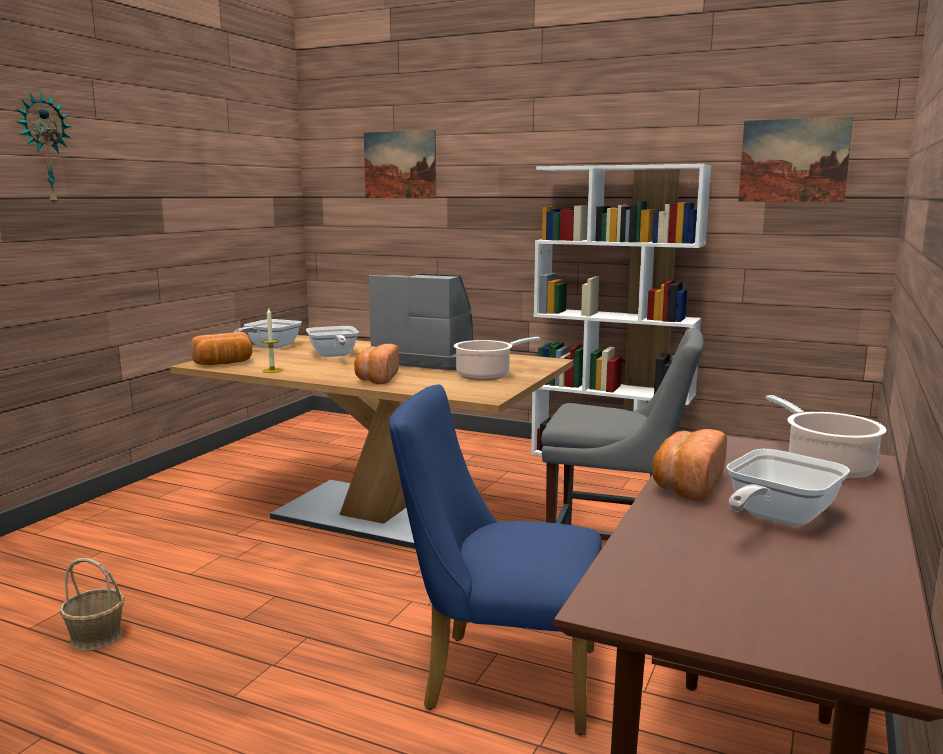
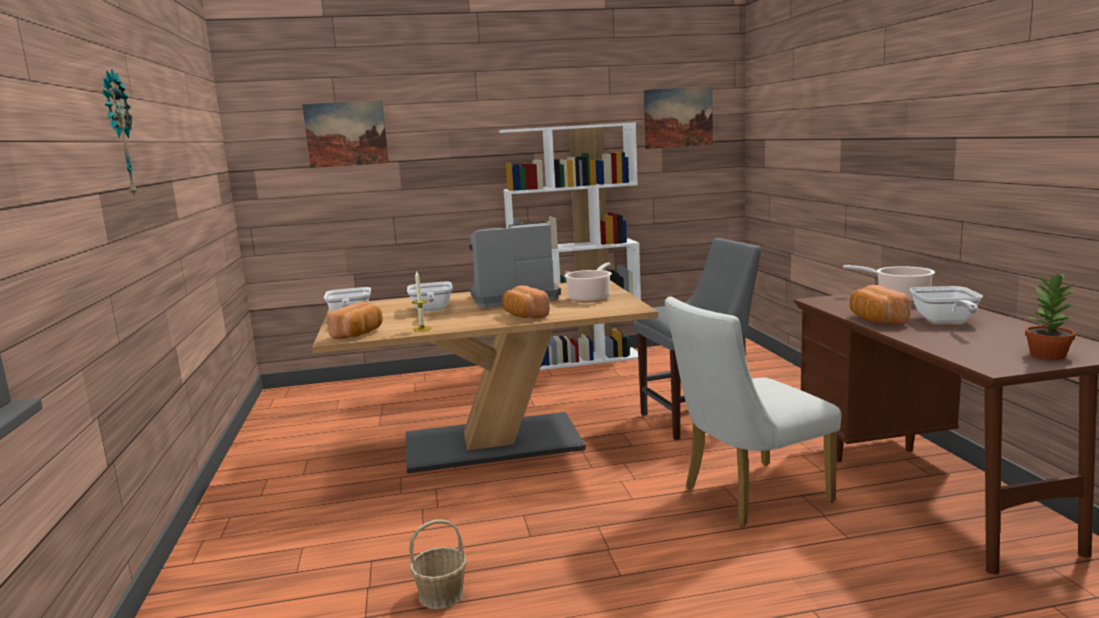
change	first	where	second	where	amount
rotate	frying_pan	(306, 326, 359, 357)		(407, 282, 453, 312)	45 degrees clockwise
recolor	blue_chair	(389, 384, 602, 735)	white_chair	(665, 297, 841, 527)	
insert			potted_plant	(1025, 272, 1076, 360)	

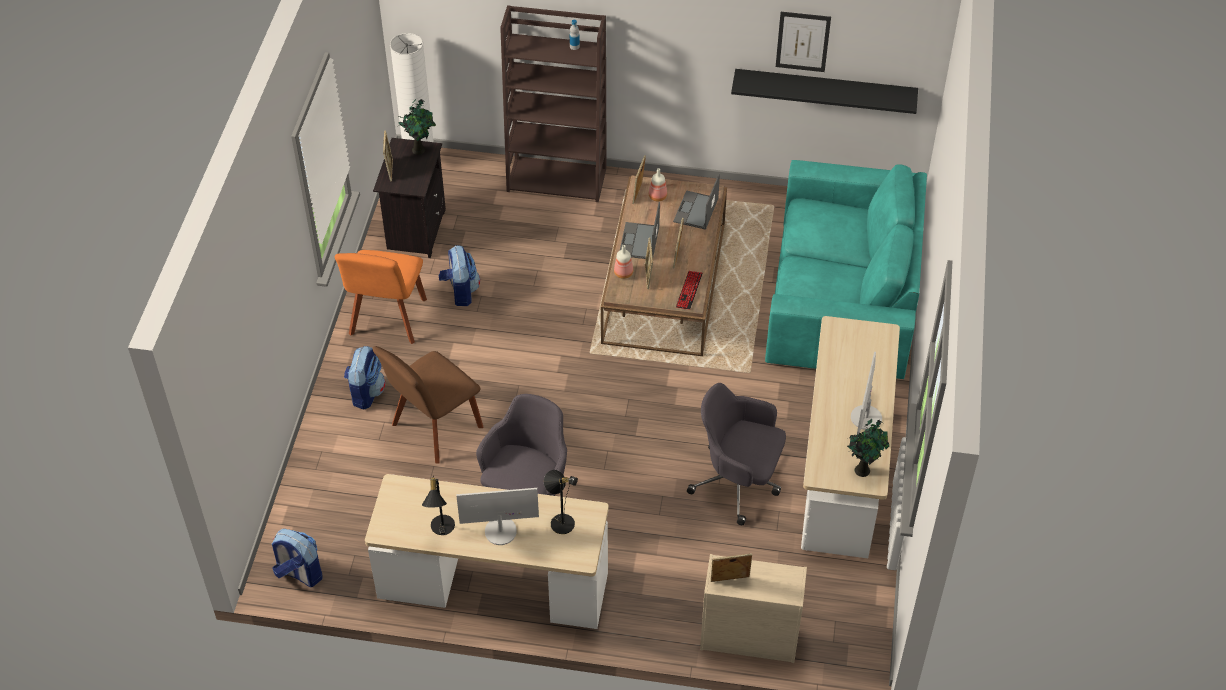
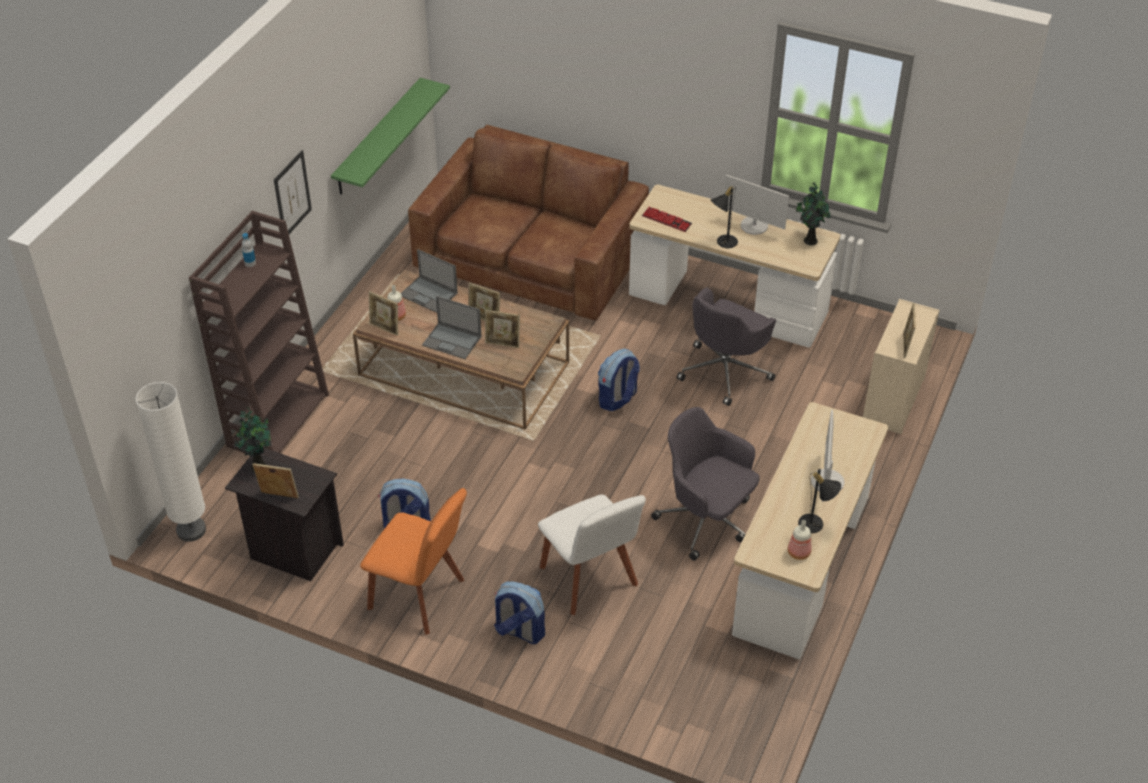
change	first	where	second	where	amount
move	picture	(776, 12, 831, 72)		(274, 150, 312, 234)	
recolor	black_shelf	(731, 69, 918, 114)	green_shelf	(331, 78, 450, 195)	
recolor	turquoise_sofa	(765, 160, 927, 379)	brown_sofa	(408, 125, 649, 320)	
move	bottle	(614, 245, 633, 279)		(788, 520, 812, 560)	
move	keyboard	(676, 271, 703, 310)		(642, 206, 692, 232)	
recolor	brown_chair	(373, 346, 483, 463)	white_chair	(538, 495, 646, 615)	
move	black_table_lamp	(544, 470, 575, 534)		(711, 185, 738, 248)	
move	backpack	(272, 529, 322, 587)		(598, 349, 640, 411)	

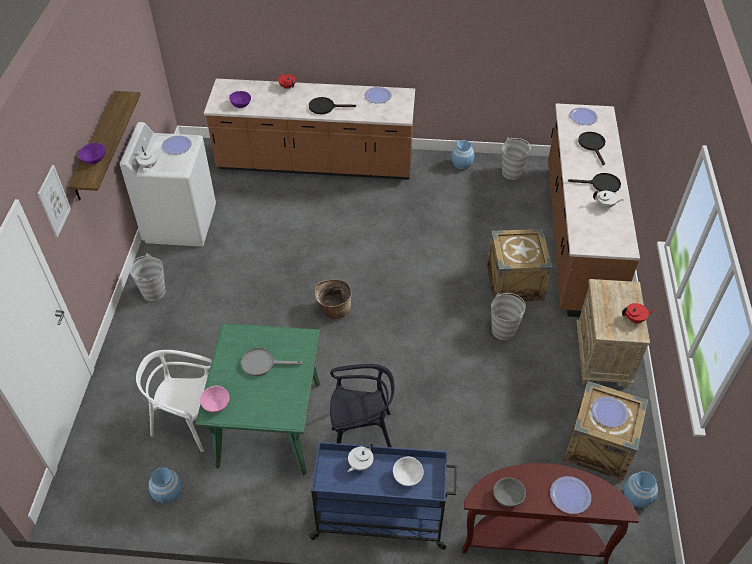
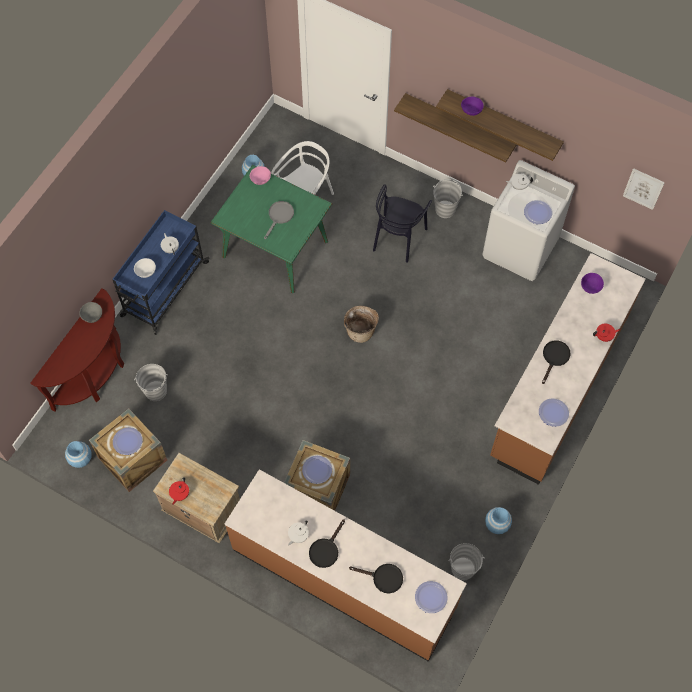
change	first	where	second	where	amount
move	picture	(38, 165, 71, 238)		(623, 168, 665, 210)	
move	grey_bucket	(491, 293, 526, 340)		(134, 364, 168, 401)	
move	black_chair	(330, 364, 395, 447)		(373, 184, 432, 263)	
move	plate	(550, 476, 591, 514)		(302, 456, 332, 484)	
insert			shelf	(394, 93, 516, 162)	

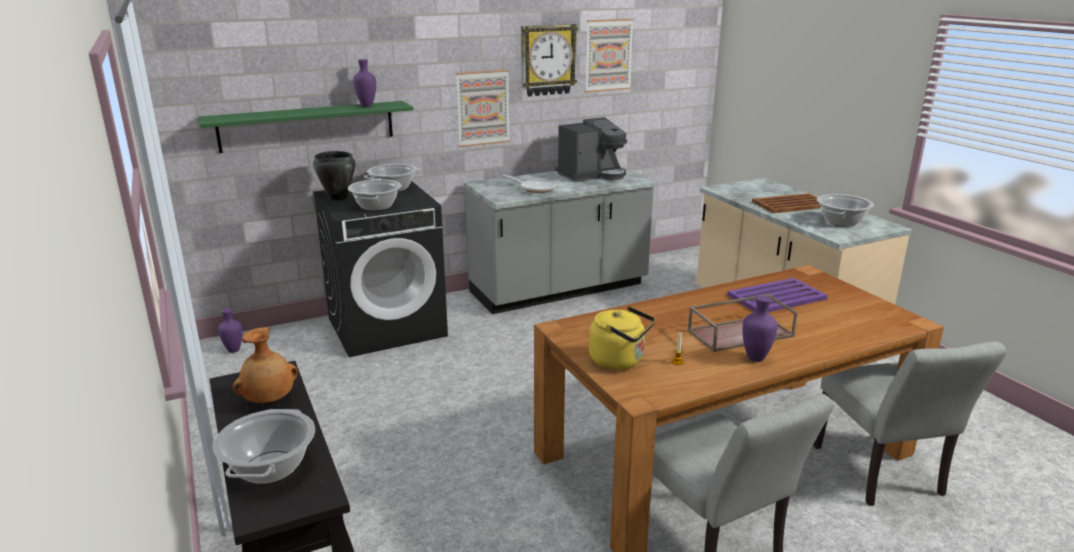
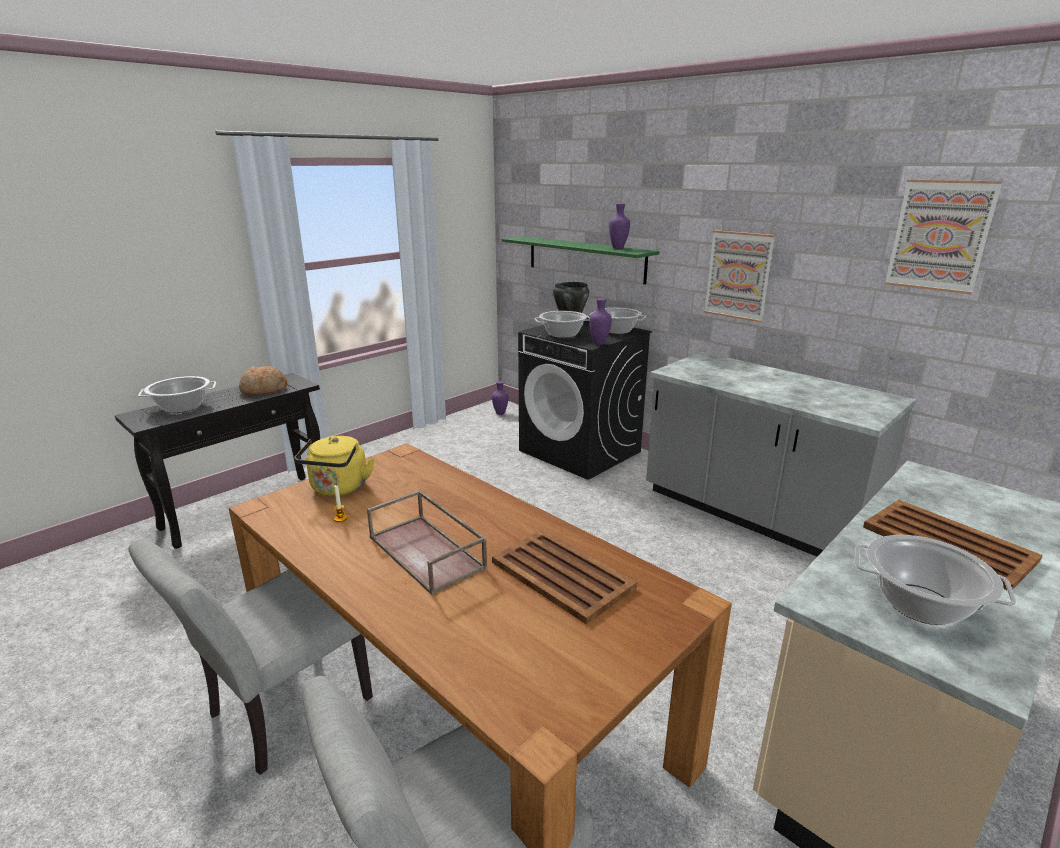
change	first	where	second	where	amount
delete	wall_clock	(521, 24, 578, 97)			
delete	coffee_machine	(555, 117, 627, 182)			
delete	frying_pan	(502, 175, 556, 193)			
recolor	purple_tray	(727, 278, 828, 312)	brown_tray	(492, 530, 637, 624)	
move	purple_vase	(743, 295, 778, 362)		(589, 298, 612, 345)	
replace	brown_vase	(233, 327, 298, 403)	bread	(239, 366, 288, 395)	

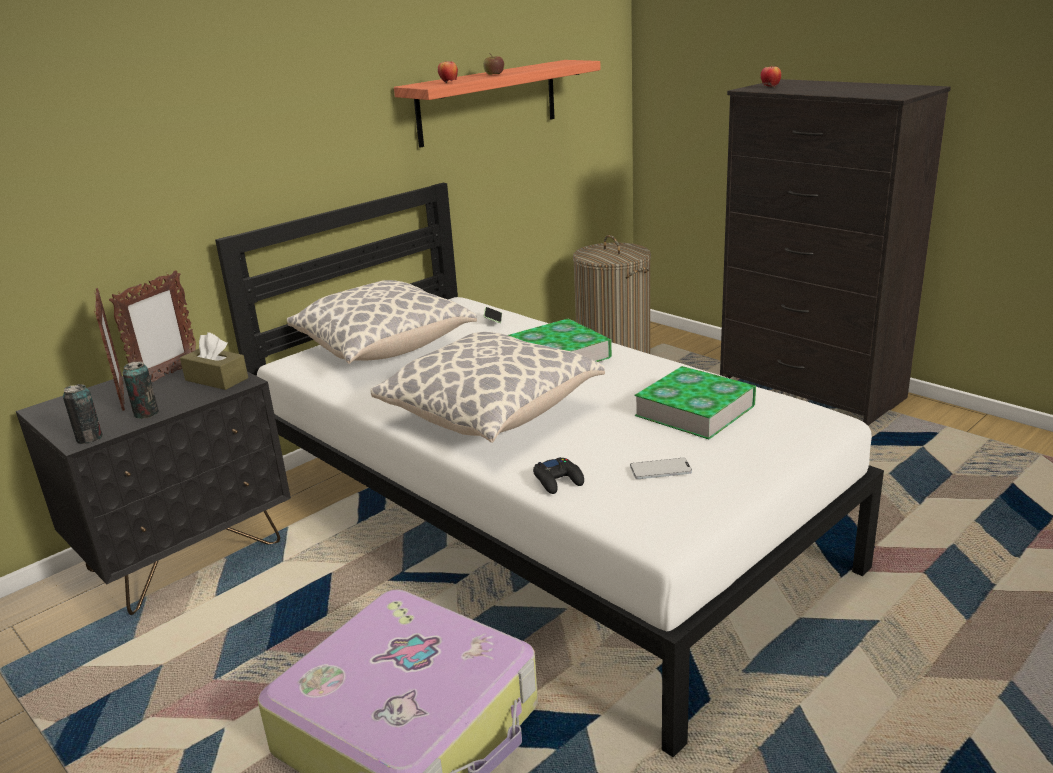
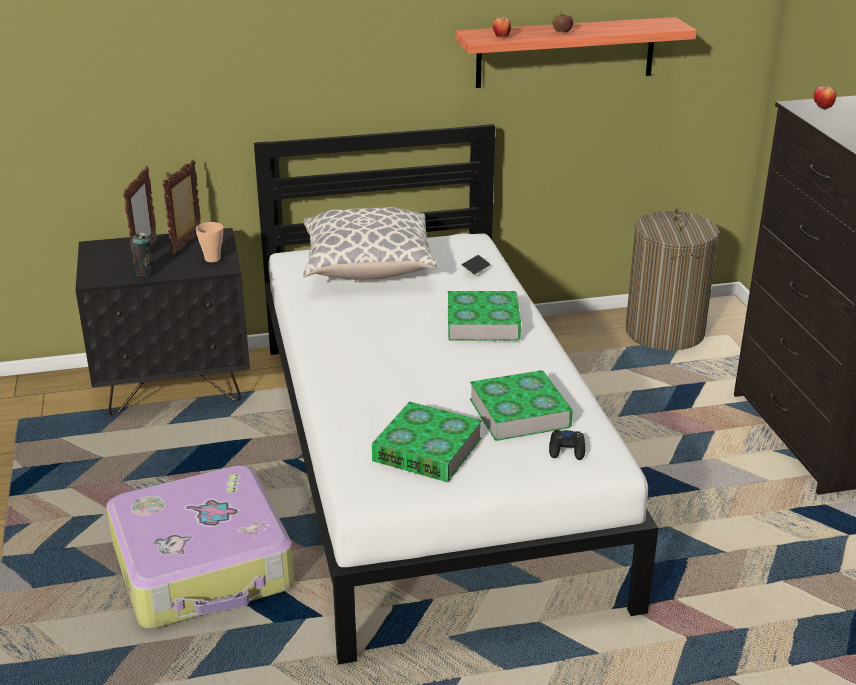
change	first	where	second	where	amount
rotate	picture_frame	(109, 270, 196, 382)		(162, 160, 201, 256)	135 degrees clockwise
replace	brown_tissue_box	(180, 332, 248, 390)	cup	(196, 222, 223, 262)	
delete	pillow	(370, 332, 605, 443)			
delete	can	(63, 384, 103, 444)			
move	black_game_controller	(533, 457, 584, 494)		(549, 429, 586, 460)	
replace	phone	(630, 458, 692, 479)	book	(372, 402, 482, 482)	

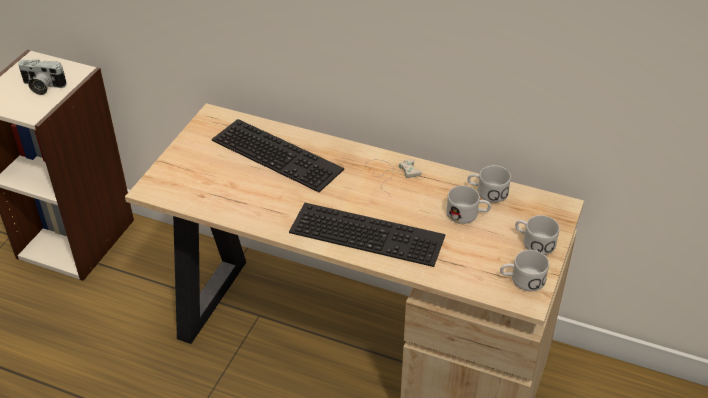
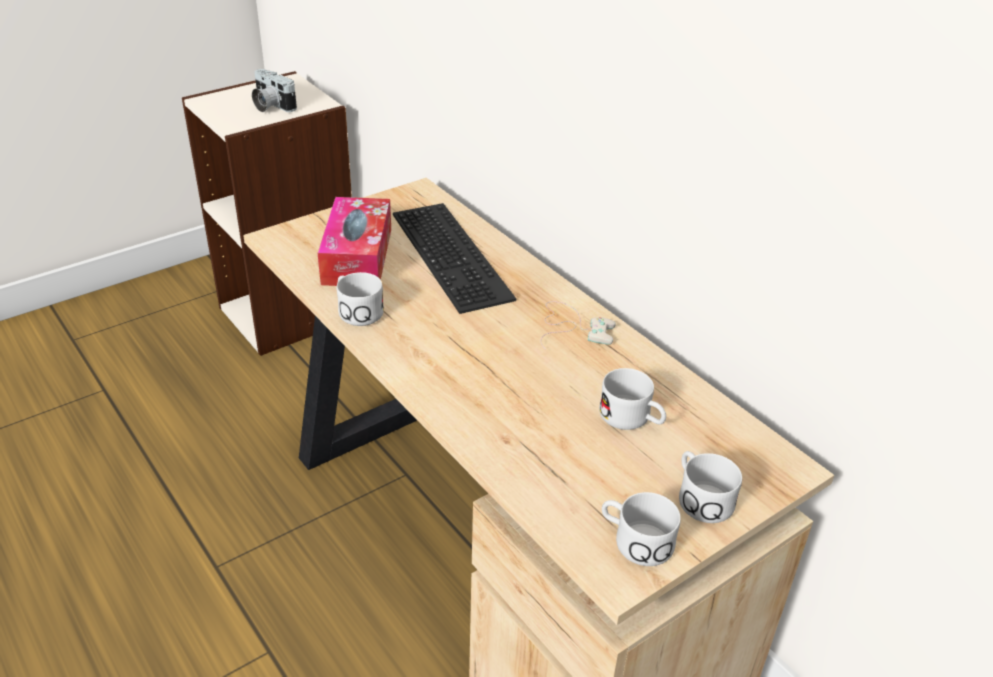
change	first	where	second	where	amount
move	white_mug	(467, 165, 511, 203)		(337, 272, 384, 326)	
delete	keyboard	(289, 203, 446, 267)			
insert			tissue_box	(318, 197, 391, 286)	

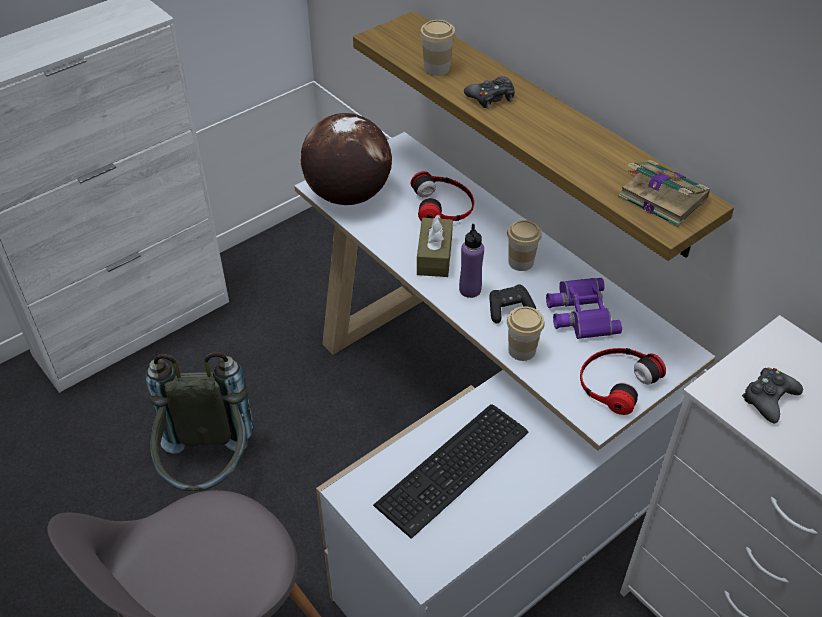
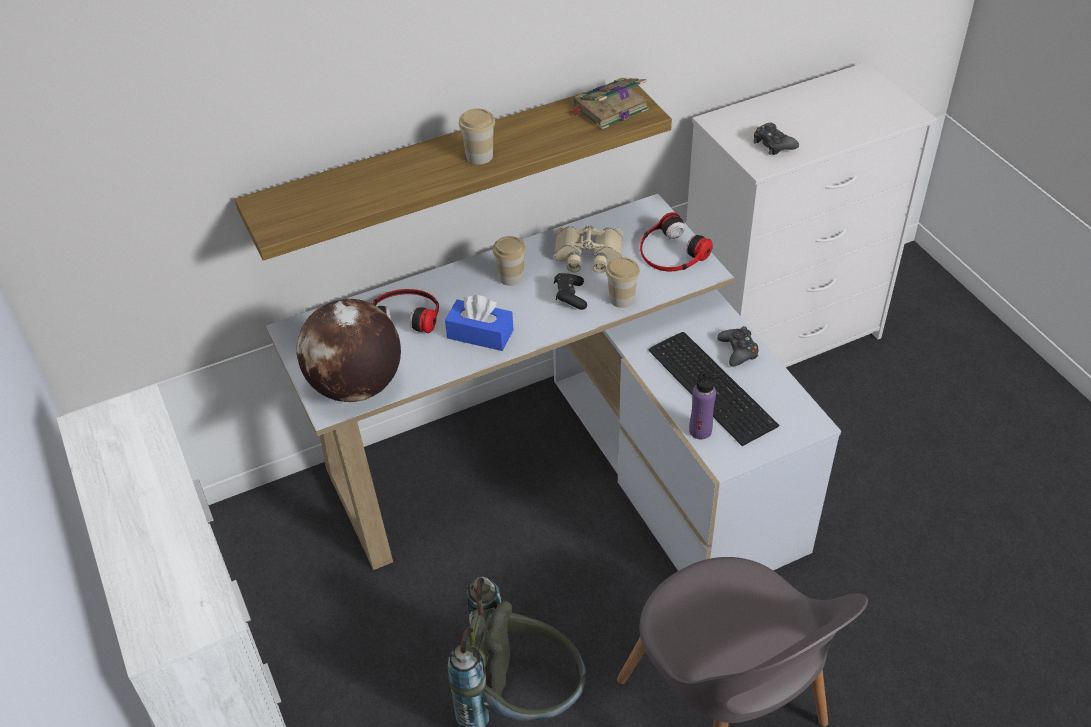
change	first	where	second	where	amount
move	cup	(420, 20, 456, 76)		(459, 108, 495, 165)	
move	black_game_controller	(464, 76, 514, 109)		(717, 326, 758, 367)	
recolor	brown_tissue_box	(417, 214, 453, 277)	blue_tissue_box	(445, 295, 513, 351)	
move	purple_bottle	(459, 224, 484, 298)		(689, 372, 719, 439)	
recolor	purple_binoculars	(546, 278, 622, 339)	beige_binoculars	(554, 225, 623, 273)	

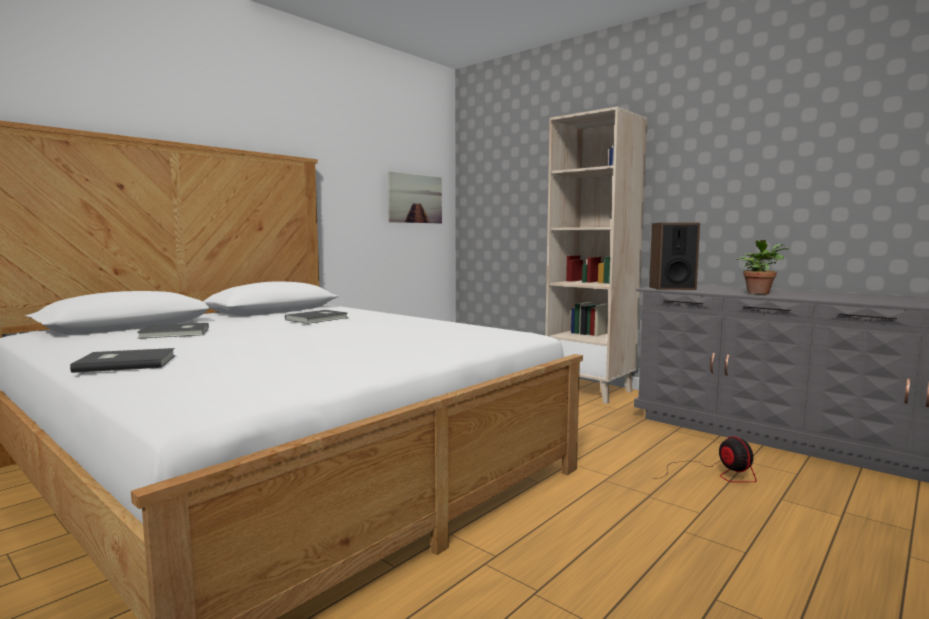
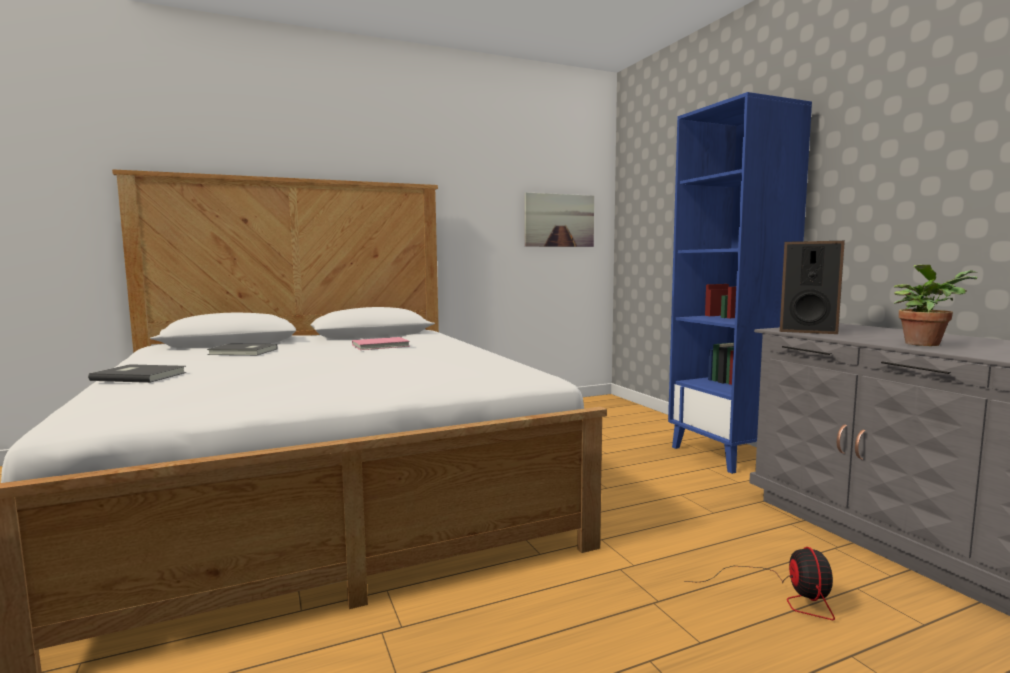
change	first	where	second	where	amount
recolor	beige_bookcase	(545, 106, 647, 404)	blue_bookcase	(668, 92, 812, 474)	
recolor	grey_book	(285, 310, 348, 324)	pink_book	(352, 337, 410, 350)	

